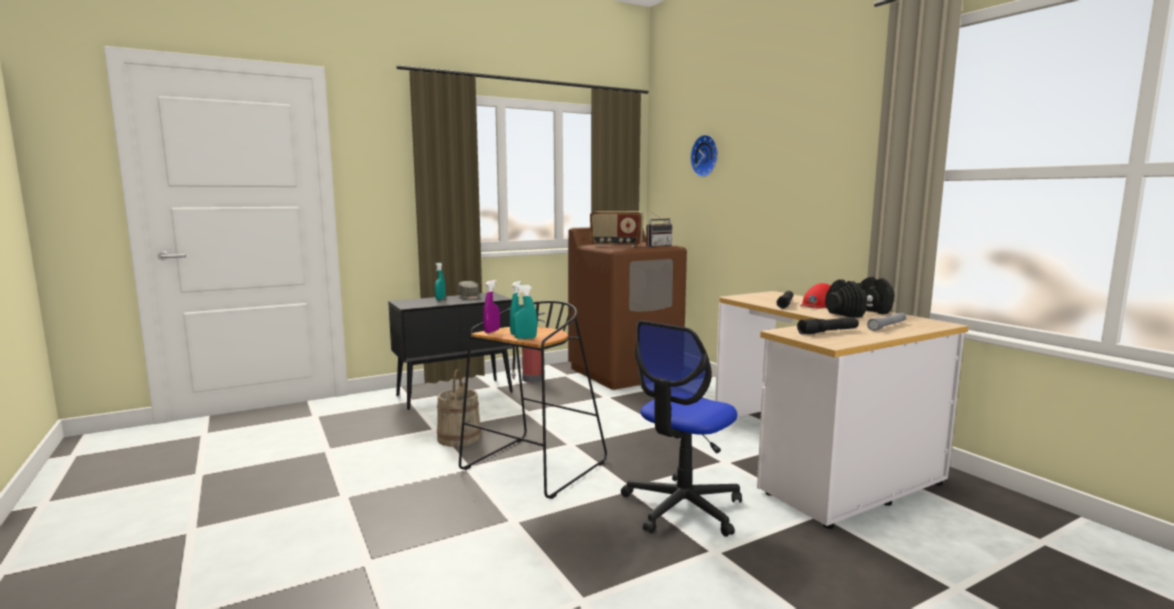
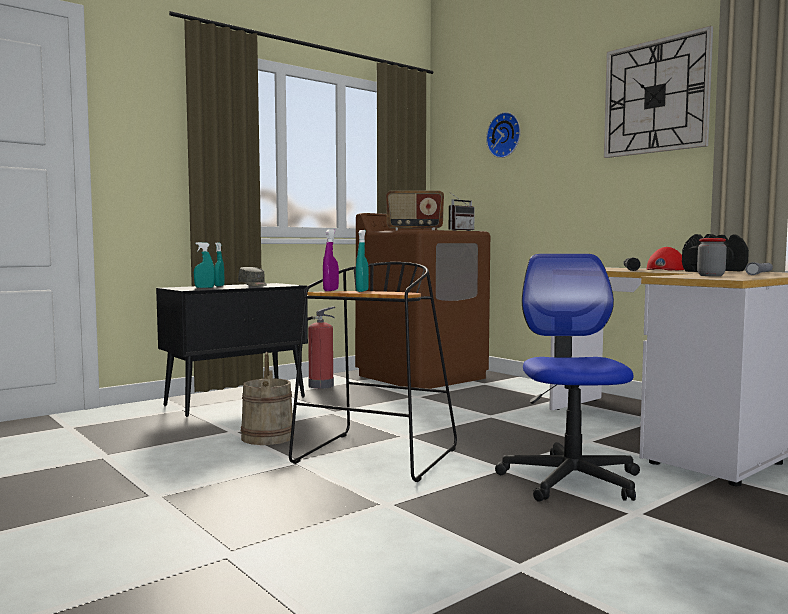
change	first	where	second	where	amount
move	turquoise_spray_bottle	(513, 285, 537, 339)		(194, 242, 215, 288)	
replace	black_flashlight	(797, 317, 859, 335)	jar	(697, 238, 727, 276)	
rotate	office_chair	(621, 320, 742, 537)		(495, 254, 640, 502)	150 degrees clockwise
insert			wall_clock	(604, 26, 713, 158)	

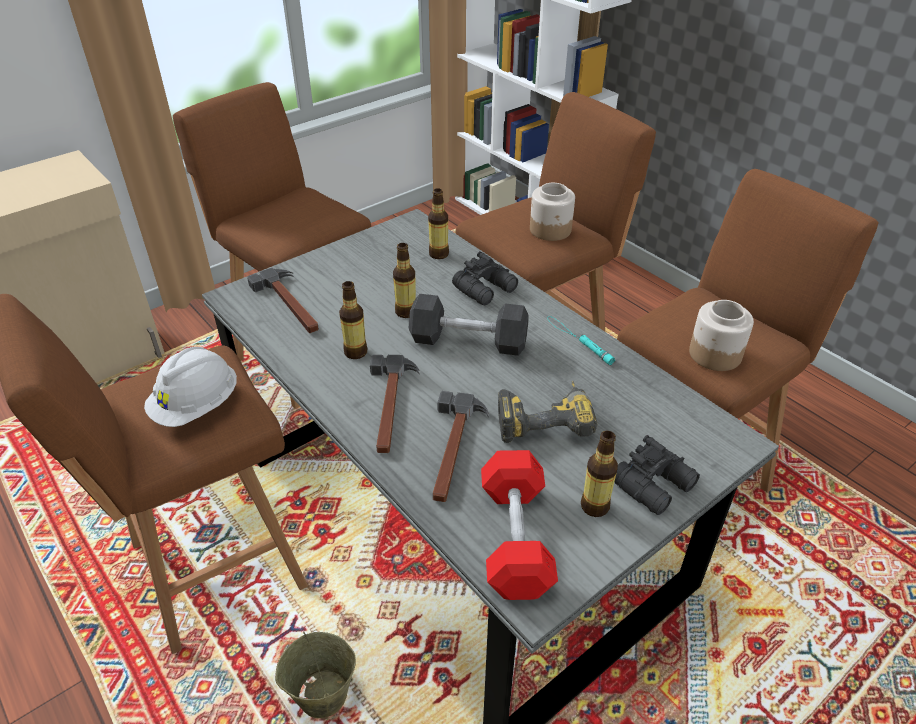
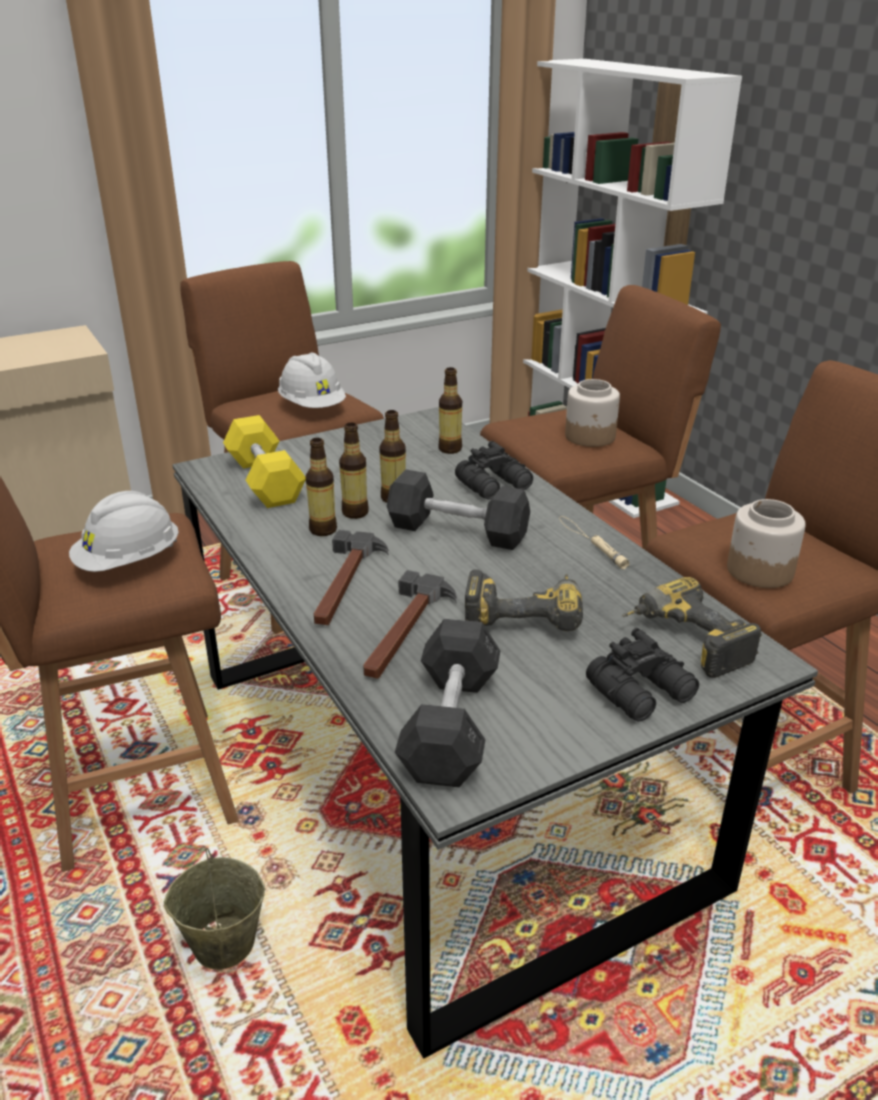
change	first	where	second	where	amount
replace	hammer	(247, 267, 319, 333)	yellow_dumbbell	(223, 415, 306, 508)	
recolor	turquoise_flashlight	(547, 316, 615, 365)	beige_flashlight	(559, 516, 629, 570)	
move	bottle	(581, 431, 618, 517)		(339, 423, 369, 519)	
recolor	red_dumbbell	(481, 450, 558, 600)	grey_dumbbell	(395, 619, 500, 787)	
insert			white_hard_hat	(278, 352, 346, 408)	
insert			power_drill	(622, 577, 762, 678)	

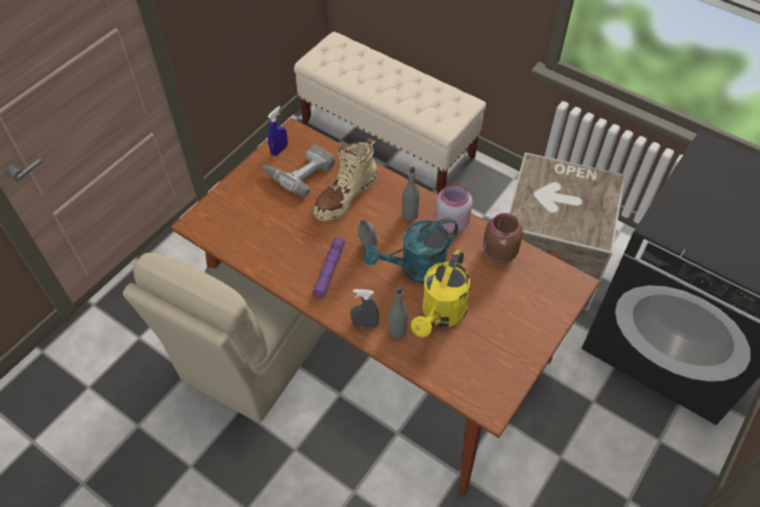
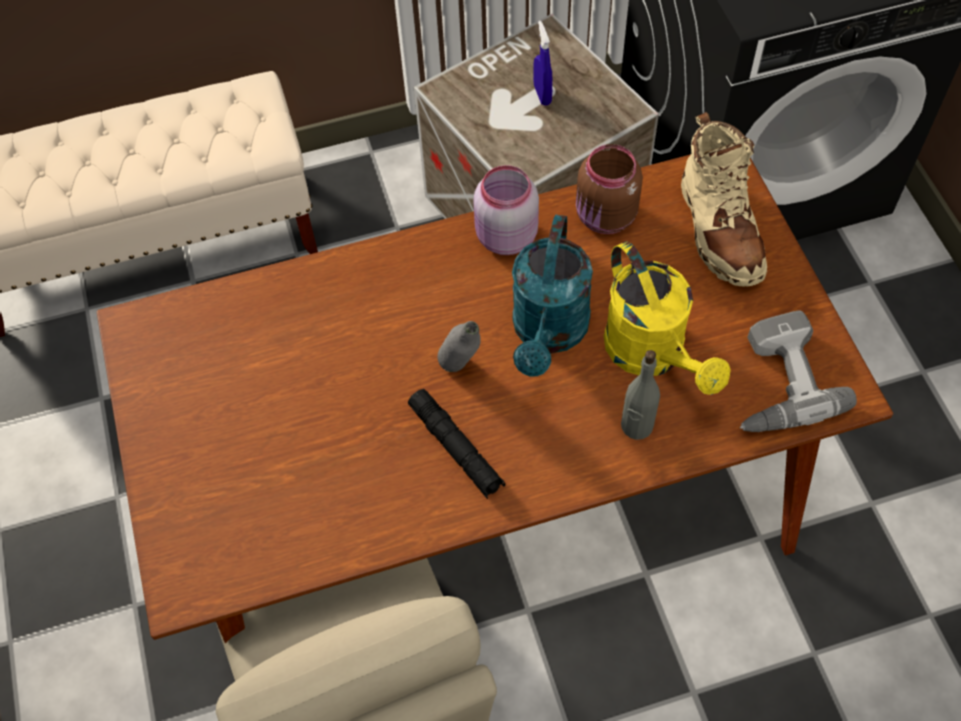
change	first	where	second	where	amount
move	blue_spray_bottle	(268, 106, 288, 156)		(533, 21, 553, 106)	
move	beige_boot	(313, 138, 377, 221)		(681, 112, 767, 286)	
move	power_drill	(263, 145, 335, 197)		(740, 310, 857, 432)	
delete	grey_bottle	(402, 166, 419, 221)			
recolor	purple_flashlight	(312, 237, 345, 297)	black_flashlight	(408, 389, 506, 499)	
delete	grey_spray_bottle	(350, 289, 379, 328)			

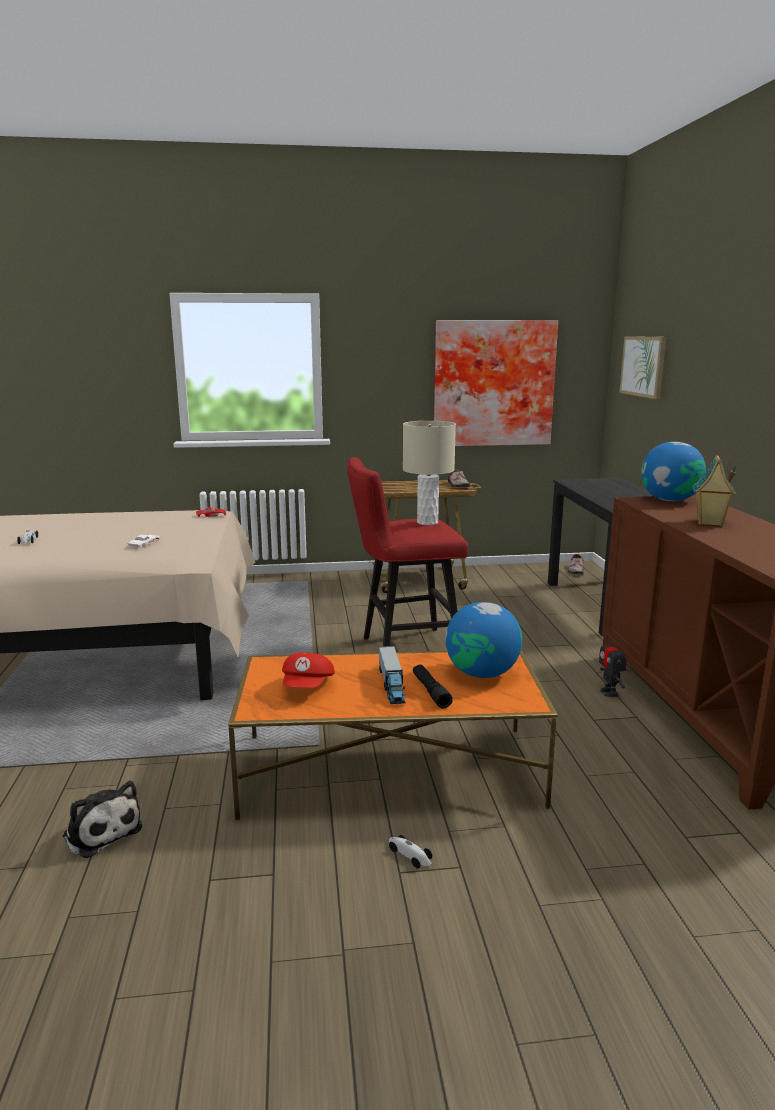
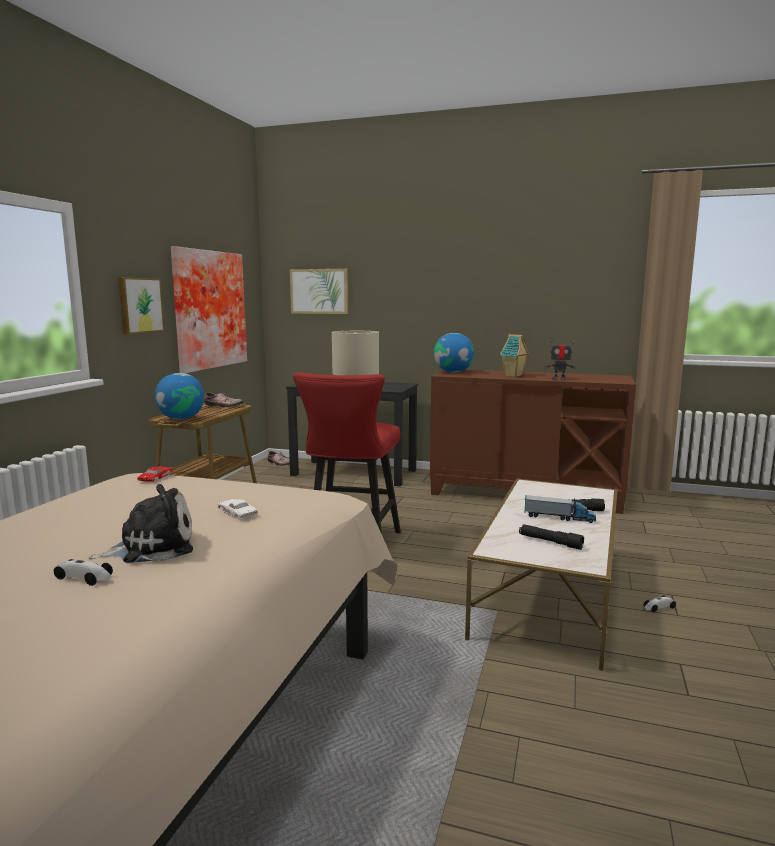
change	first	where	second	where	amount
move	globe	(445, 602, 522, 678)		(155, 373, 204, 419)	
move	toy_robot	(599, 632, 626, 697)		(545, 337, 576, 381)	
recolor	orange_coffee_table	(228, 650, 558, 820)	white_coffee_table	(465, 479, 617, 671)	
replace	red_cap	(282, 652, 335, 688)	black_flashlight	(519, 524, 584, 550)	
move	plush_toy	(63, 781, 142, 858)		(88, 484, 193, 563)	
insert			picture	(118, 277, 165, 334)	

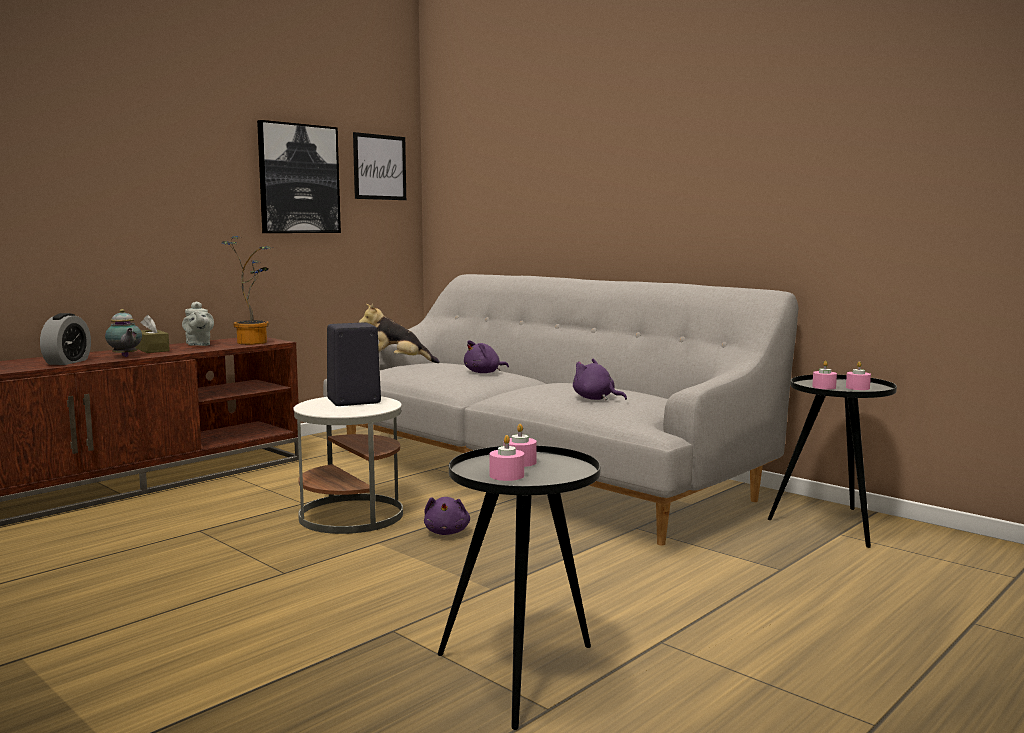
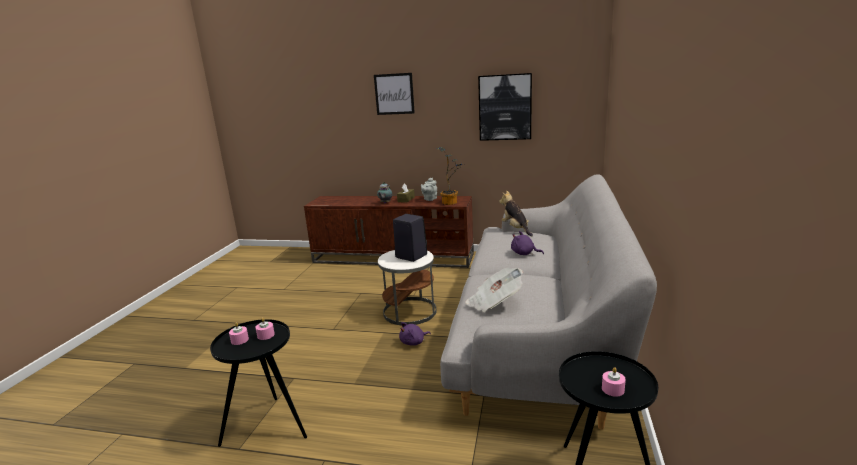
change	first	where	second	where	amount
move	picture	(353, 132, 406, 200)		(374, 73, 415, 115)	
delete	alarm_clock	(40, 313, 91, 365)			
replace	purple_plush_toy	(573, 359, 627, 400)	newspaper	(465, 268, 524, 312)	
delete	pink_candle	(812, 361, 837, 389)			

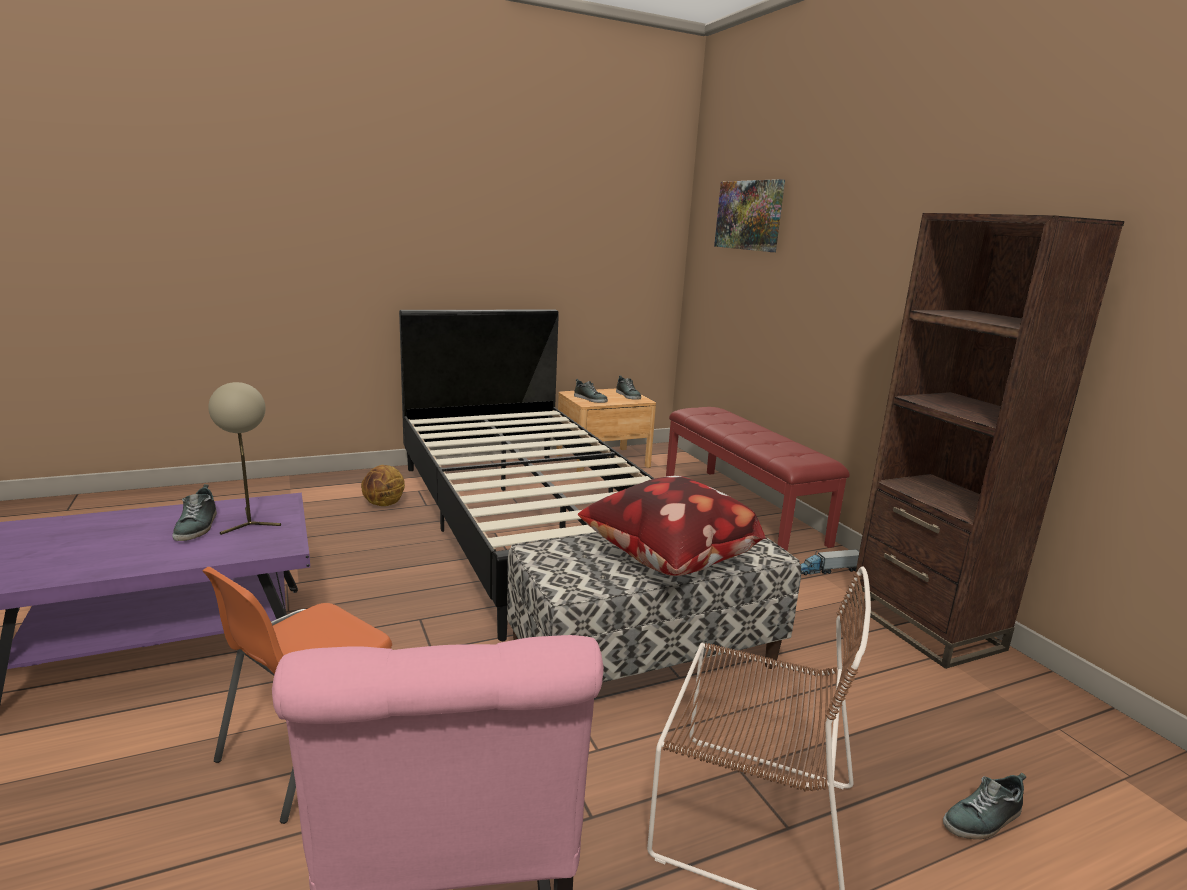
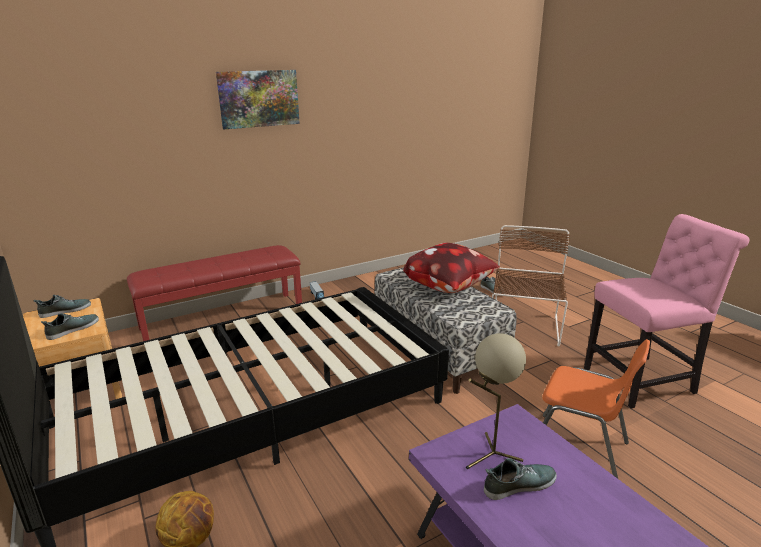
change	first	where	second	where	amount
move	picture	(714, 179, 785, 252)		(216, 70, 300, 129)	
delete	brown_bookcase	(850, 213, 1124, 669)			

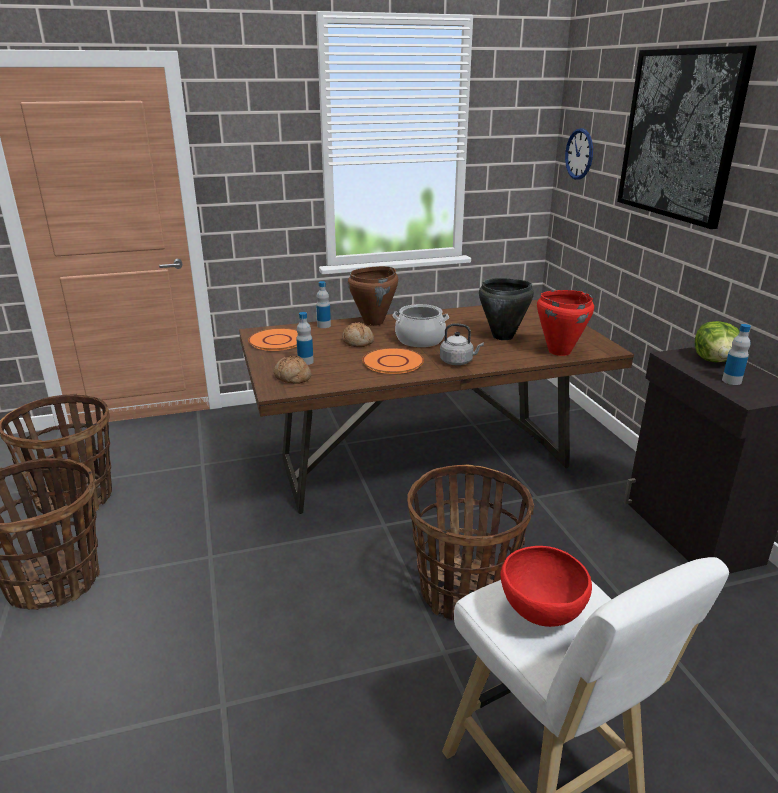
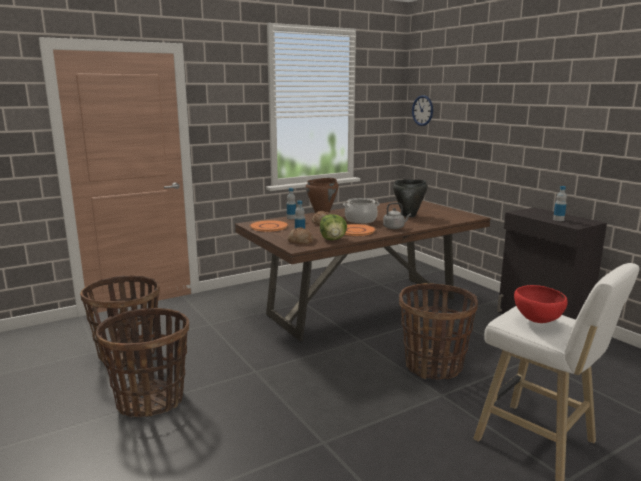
change	first	where	second	where	amount
delete	picture	(617, 45, 757, 229)			
delete	red_cooking_pot	(537, 290, 594, 356)			
move	lettuce	(695, 321, 740, 362)		(320, 214, 347, 240)	

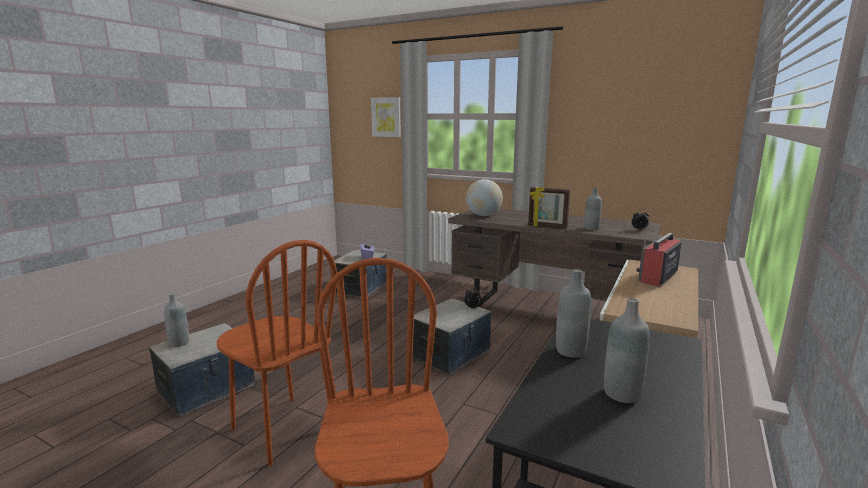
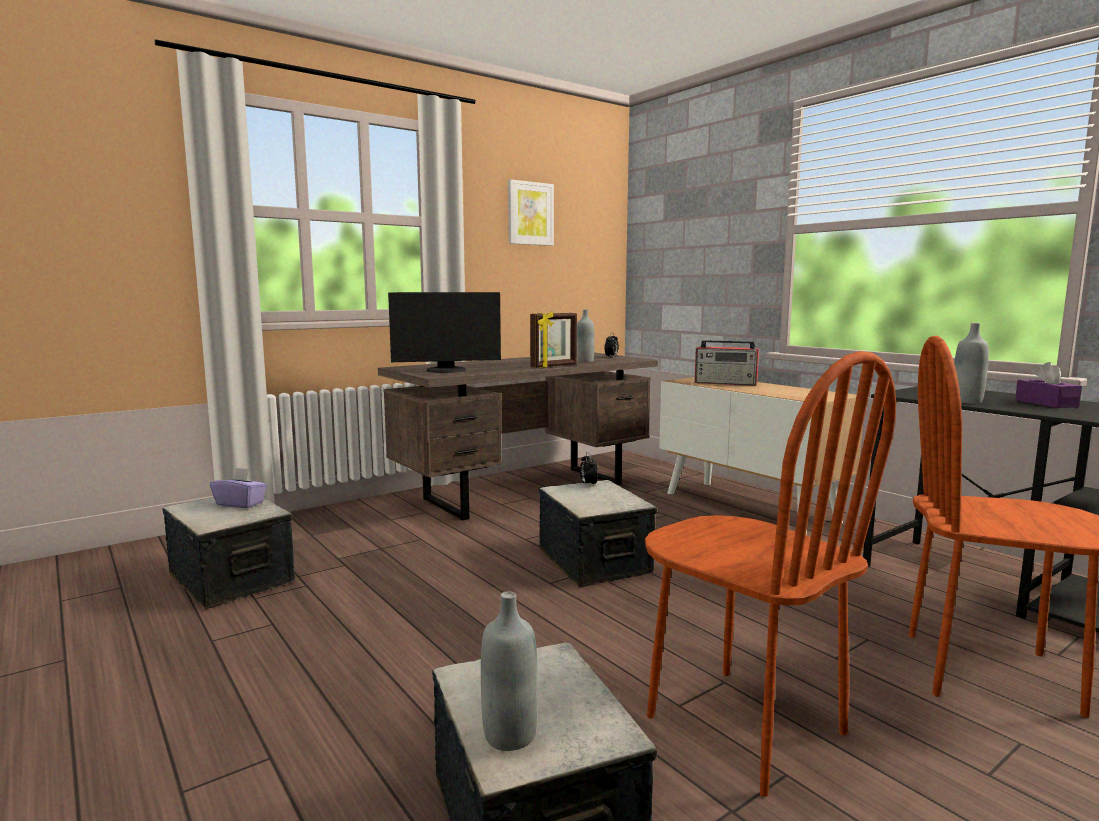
change	first	where	second	where	amount
move	picture	(371, 97, 401, 137)		(508, 179, 554, 246)	
replace	globe	(466, 179, 503, 216)	monitor	(388, 292, 501, 373)	
rotate	radio	(636, 233, 682, 287)		(694, 339, 759, 386)	45 degrees counterclockwise
rotate	brown_chair	(217, 240, 337, 466)		(644, 351, 896, 797)	75 degrees clockwise
replace	grey_bottle	(604, 298, 650, 403)	purple_tissue_box	(1015, 362, 1082, 408)	

